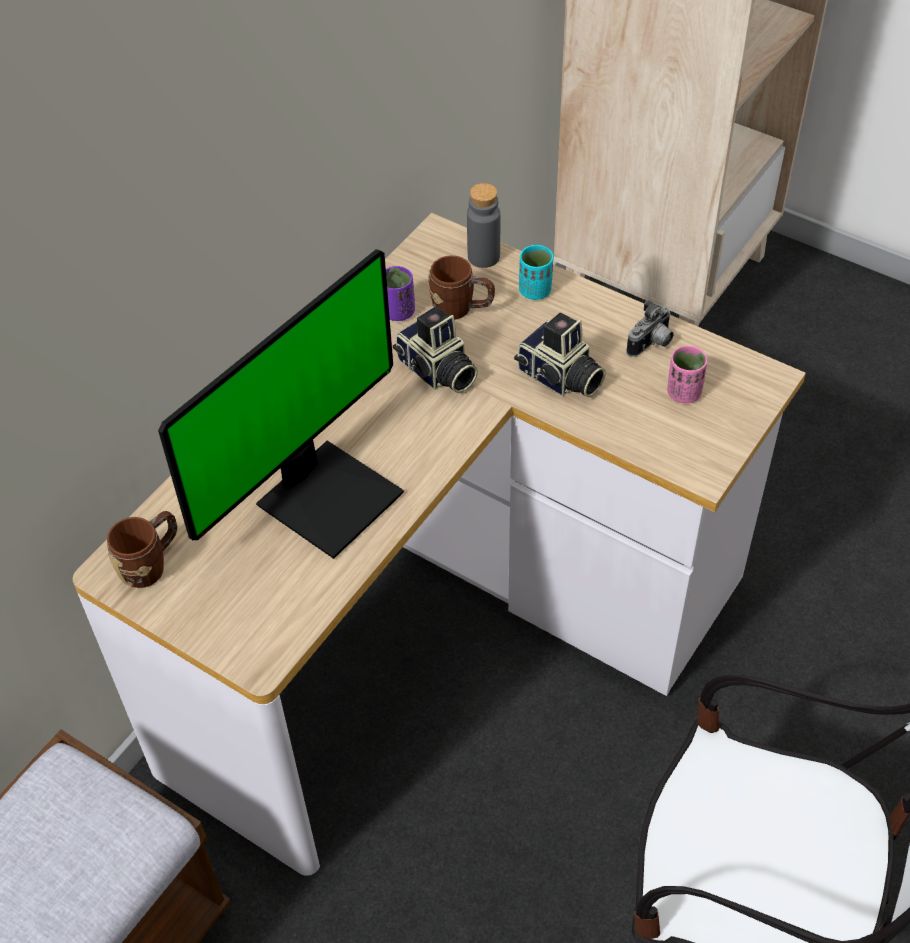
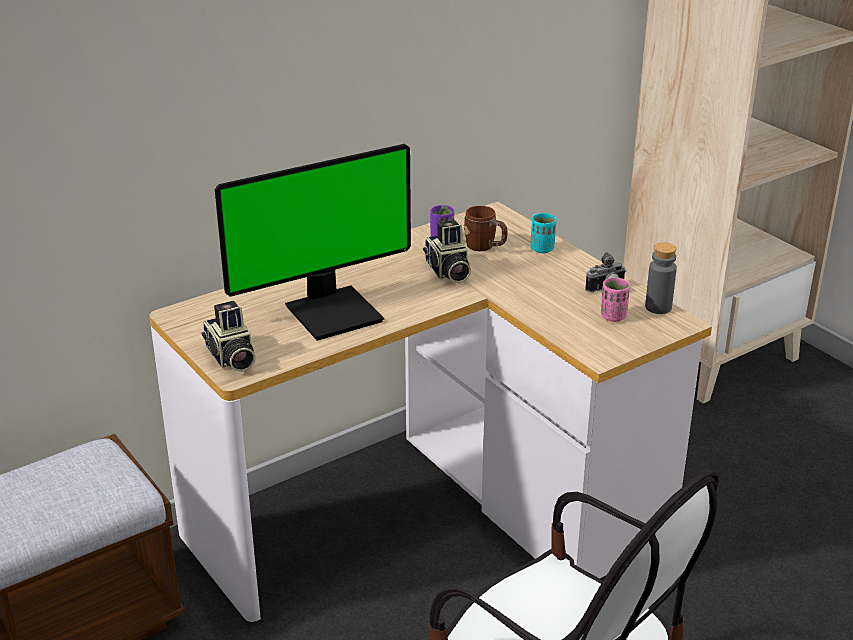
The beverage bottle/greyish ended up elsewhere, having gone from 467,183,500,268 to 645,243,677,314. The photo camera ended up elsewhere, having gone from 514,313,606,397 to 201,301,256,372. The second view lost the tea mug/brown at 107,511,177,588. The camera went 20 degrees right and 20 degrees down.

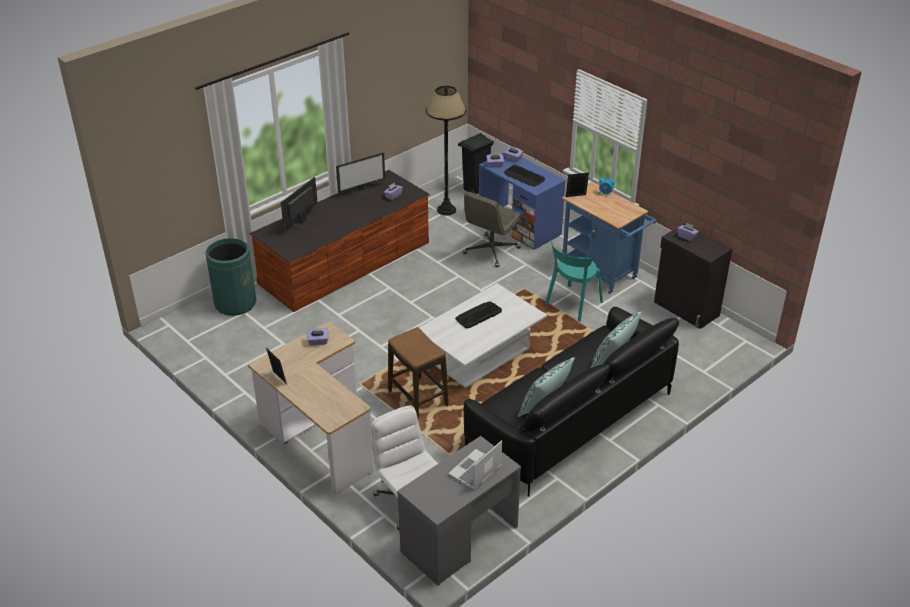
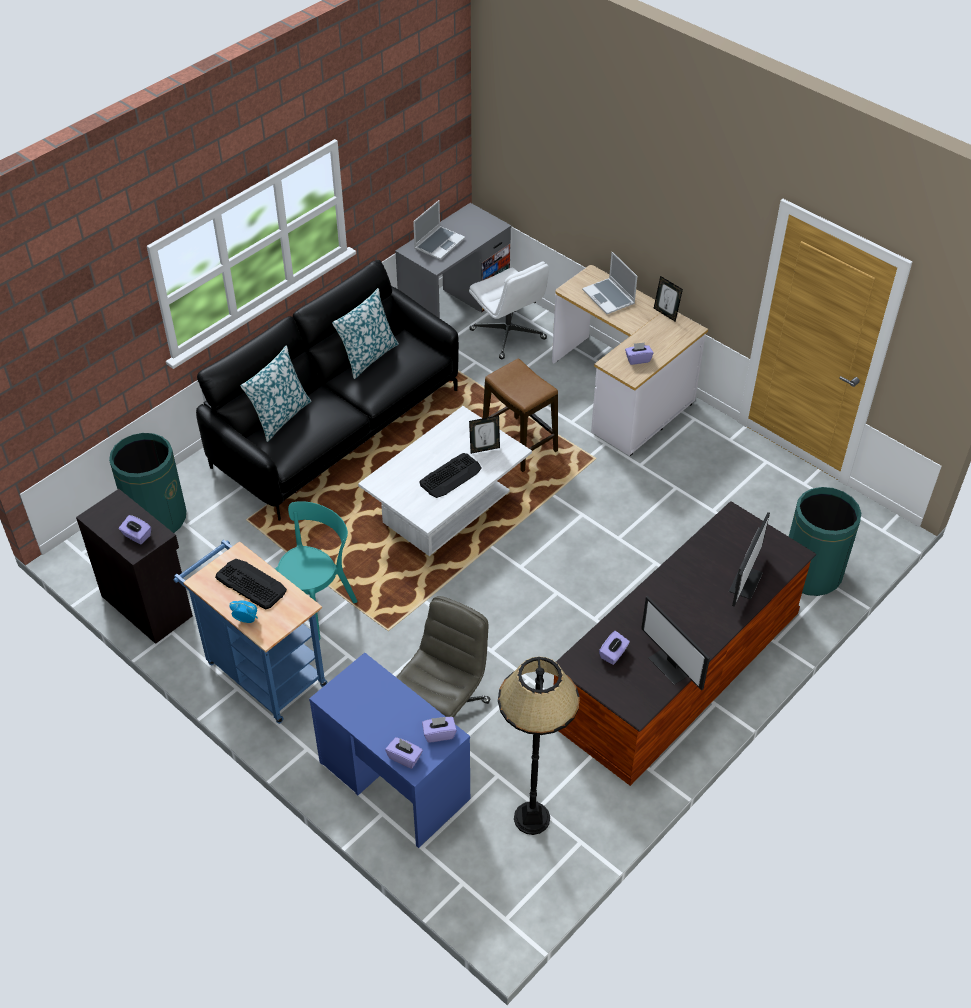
The second view lost the waste bin/blackish at 458,133,494,194. The computer display at 336,152,385,197 ended up facing another way, 90 degrees counterclockwise from before. The PC keyboard ended up elsewhere, having gone from 504,165,545,186 to 215,559,287,610. The picture frame ended up elsewhere, having gone from 566,173,589,197 to 469,415,500,454. The second view gained the laptop at 582,252,637,314. The second view gained the waste bin/green at 109,433,186,533. The camera went 175 degrees right and 10 degrees up.

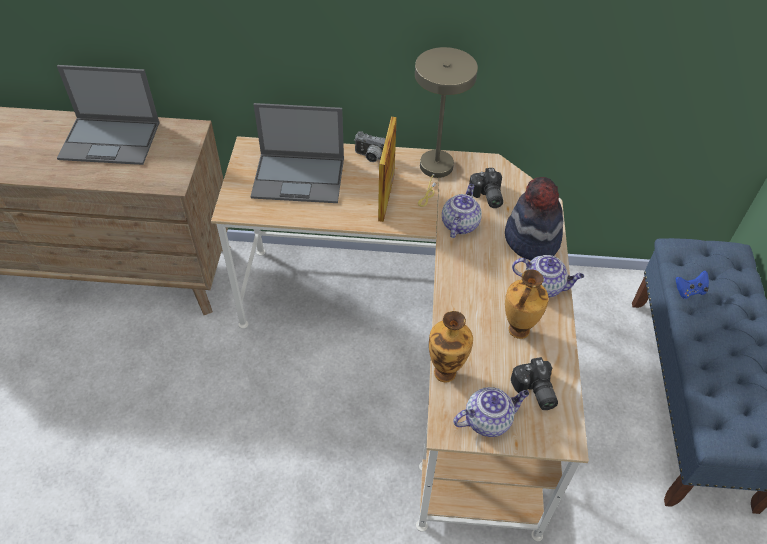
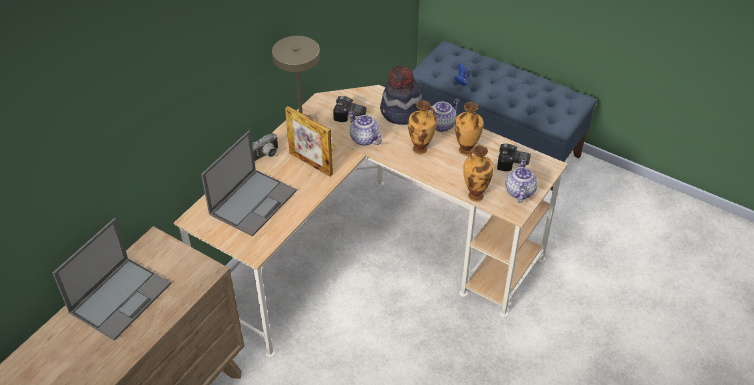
The second view gained the flower vase at 408,100,437,154. The camera went 60 degrees left and 5 degrees down.

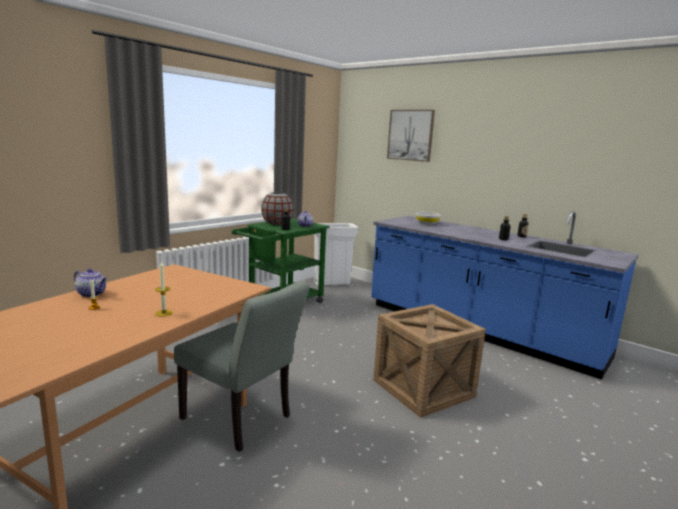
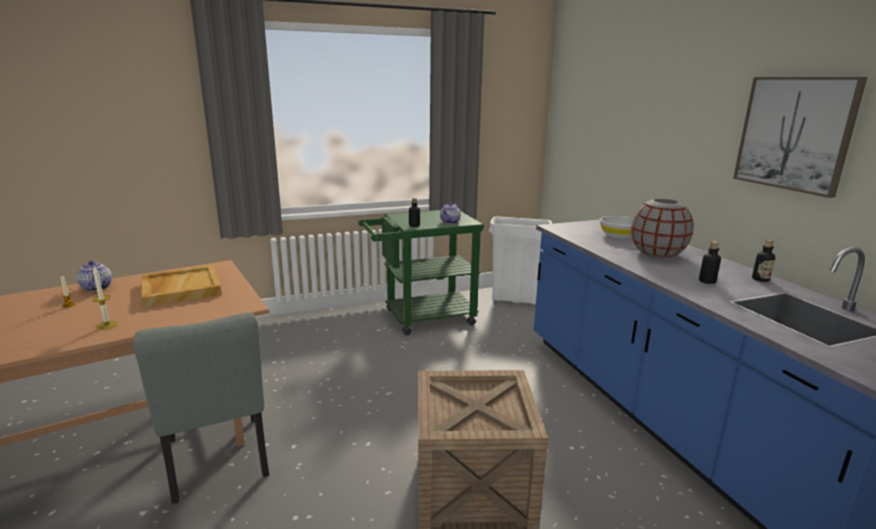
The wall art ended up elsewhere, having gone from 387,110,435,162 to 733,77,867,198. The flower vase/greyish ended up elsewhere, having gone from 261,192,294,225 to 631,199,694,258. The second view gained the carrying tray/sand-coloured at 142,265,222,307. The camera went 30 degrees right and 5 degrees up.

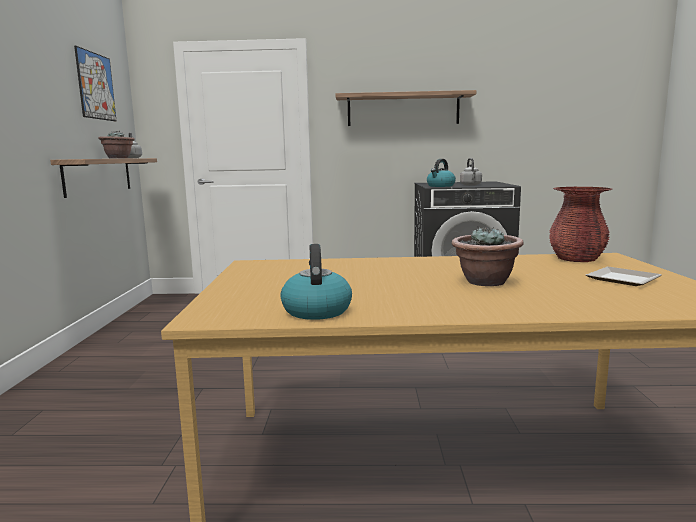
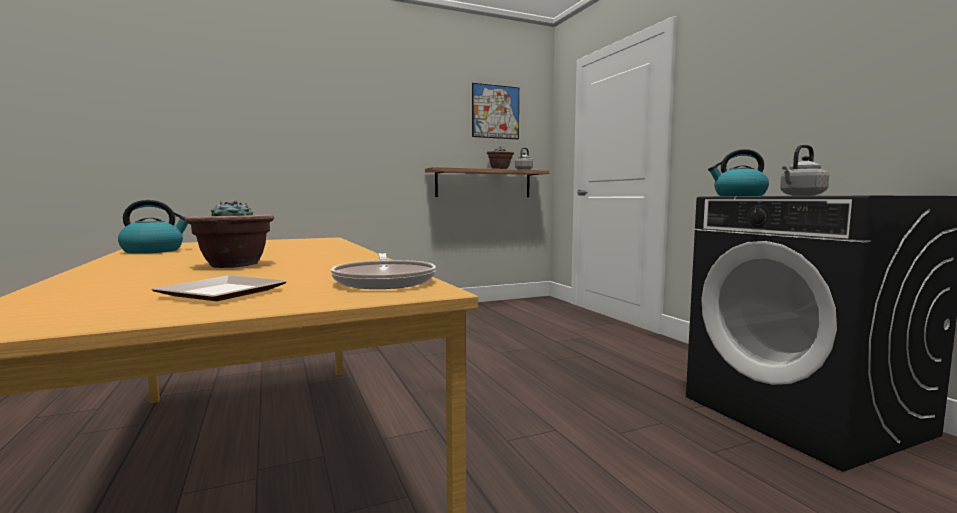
The second view lost the shelf at 335,90,476,126. Where the flower vase/red-coloured stood at 549,187,612,262, the frying pan came to stand at 331,253,436,289. The camera went 65 degrees right and 5 degrees down.

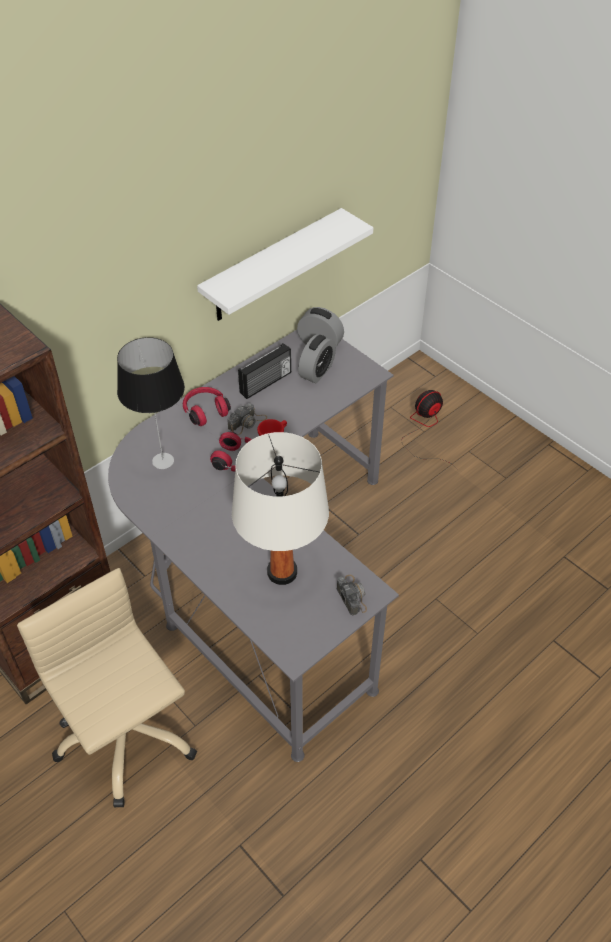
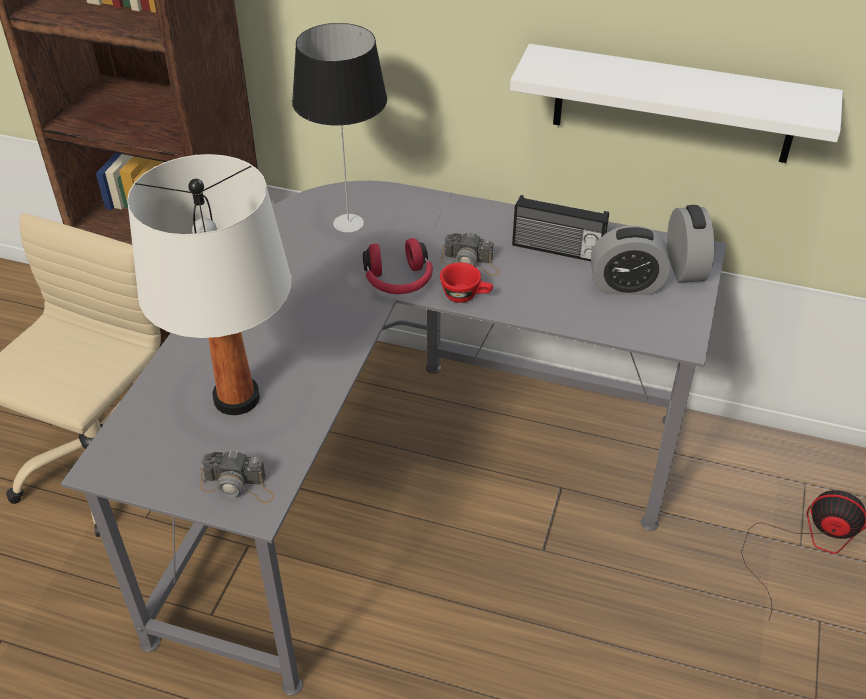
The second view lost the headphones/red-coloured at 183,387,231,426. The photo camera at 337,575,367,615 ended up facing another way, 60 degrees clockwise from before. The camera went 60 degrees right and 5 degrees down.

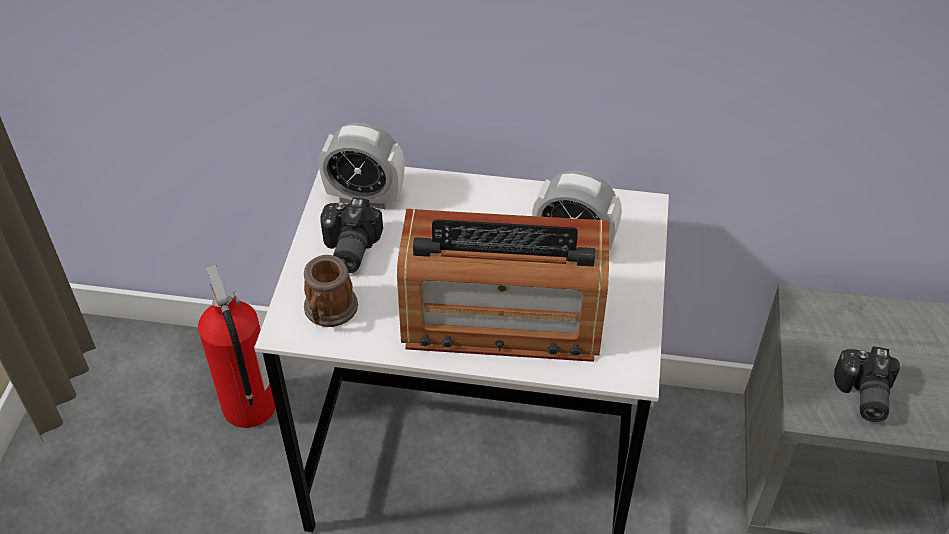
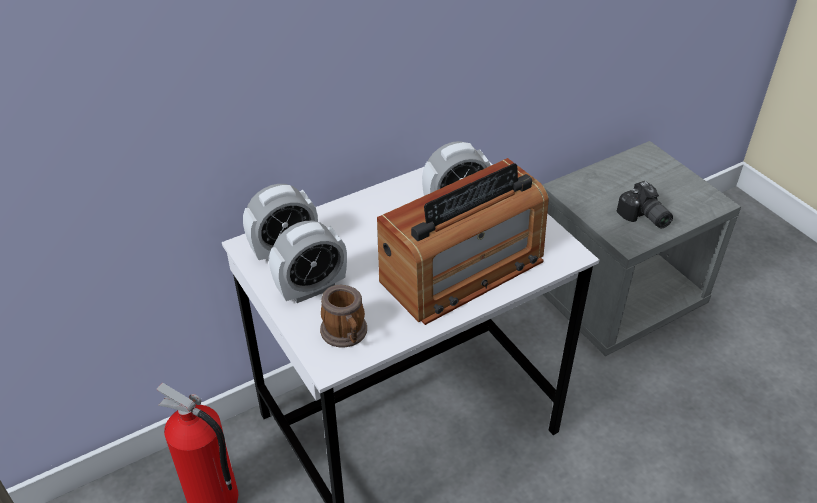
Where the photo camera stood at 320,198,383,273, the table clock came to stand at 269,221,347,303. The camera went 40 degrees left and 5 degrees down.

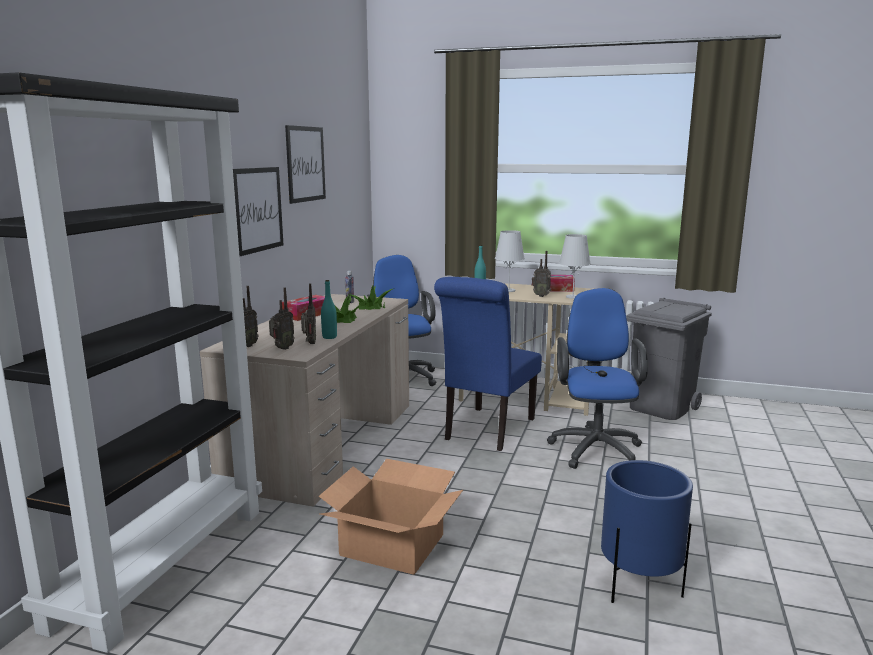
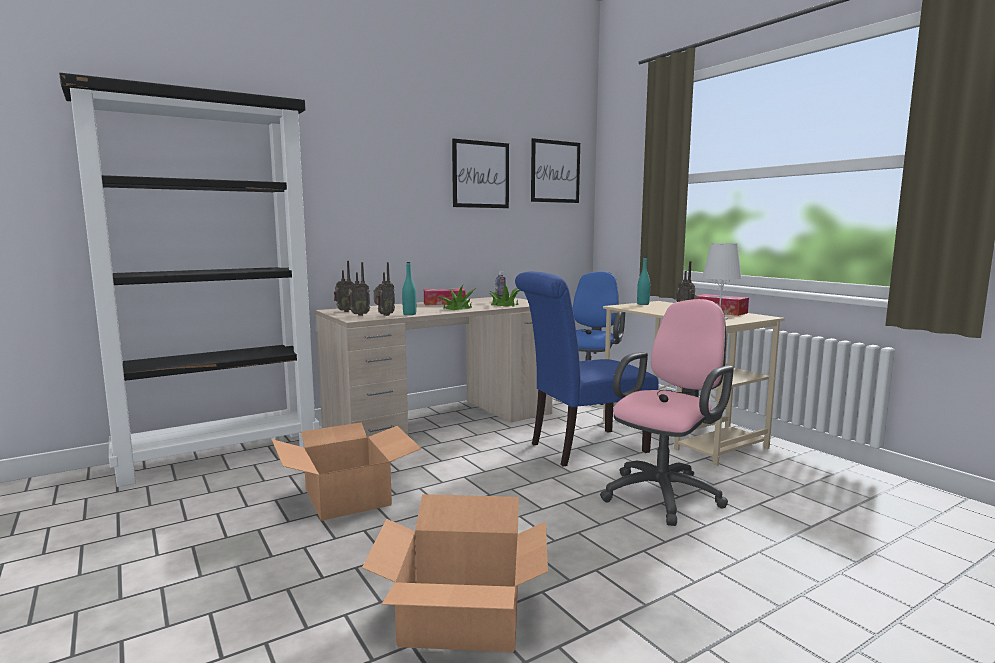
The wall art ended up elsewhere, having gone from 233,167,283,256 to 531,138,580,203. The second view lost the tabletop lamp/whitish at 495,230,525,292. What was the desk chair/blue at 547,288,648,469 turned into the desk chair/pinkish at 600,299,734,526. The second view lost the waste bin/greyish at 626,298,712,420. Where the plant pot/blue stood at 601,460,693,603, the carton came to stand at 362,494,548,652. The camera went 40 degrees right and 5 degrees down.

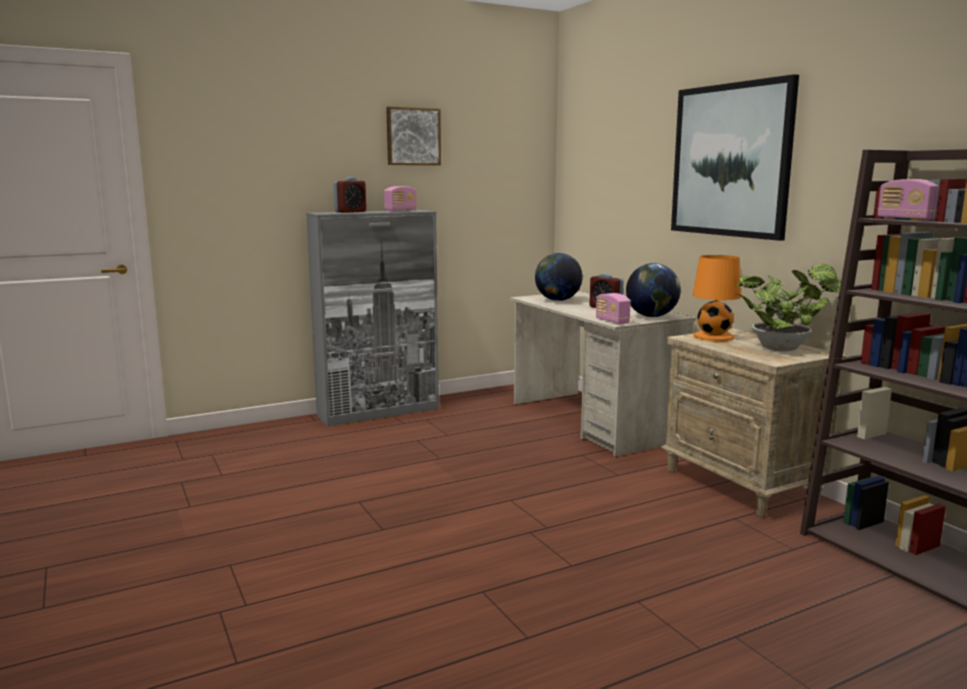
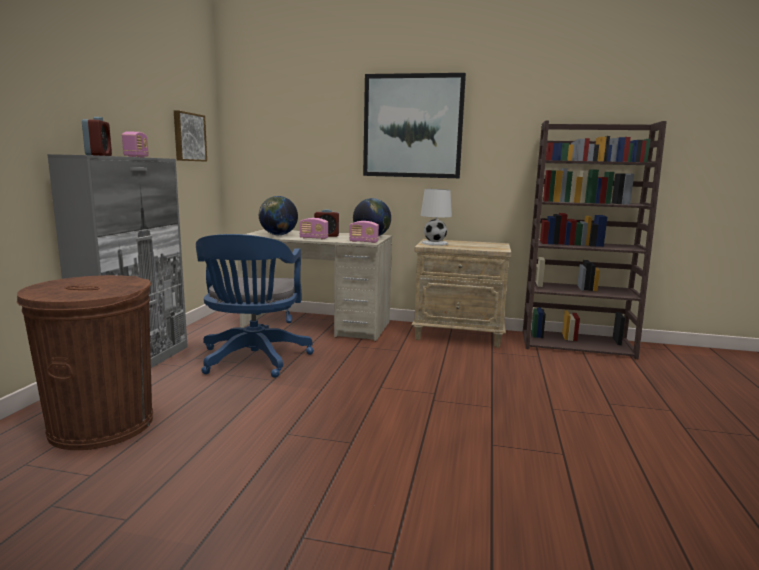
The wall art ended up elsewhere, having gone from 386,107,441,165 to 174,110,207,162. The radio receiver ended up elsewhere, having gone from 877,179,938,221 to 300,218,328,239. What was the tabletop lamp/orange at 693,255,741,341 turned into the tabletop lamp/whitish at 421,189,452,246. The second view lost the potted plant at 736,264,841,352. The second view gained the desk chair/blue at 196,234,314,378. The second view gained the waste bin/brown at 17,275,153,450. The camera went 50 degrees left and 0 degrees up.

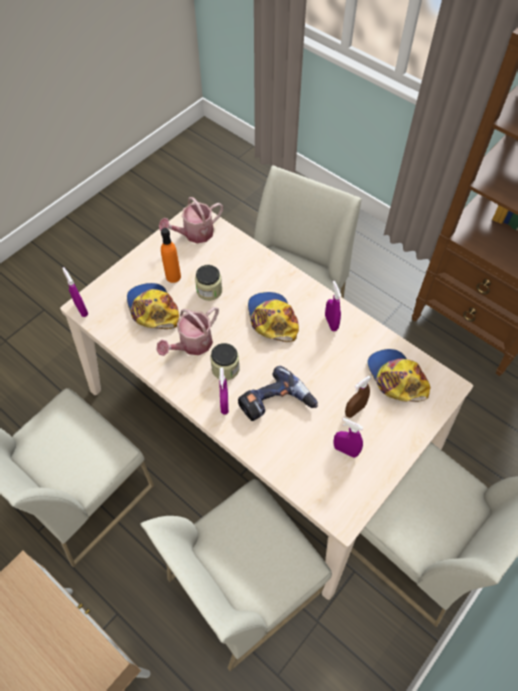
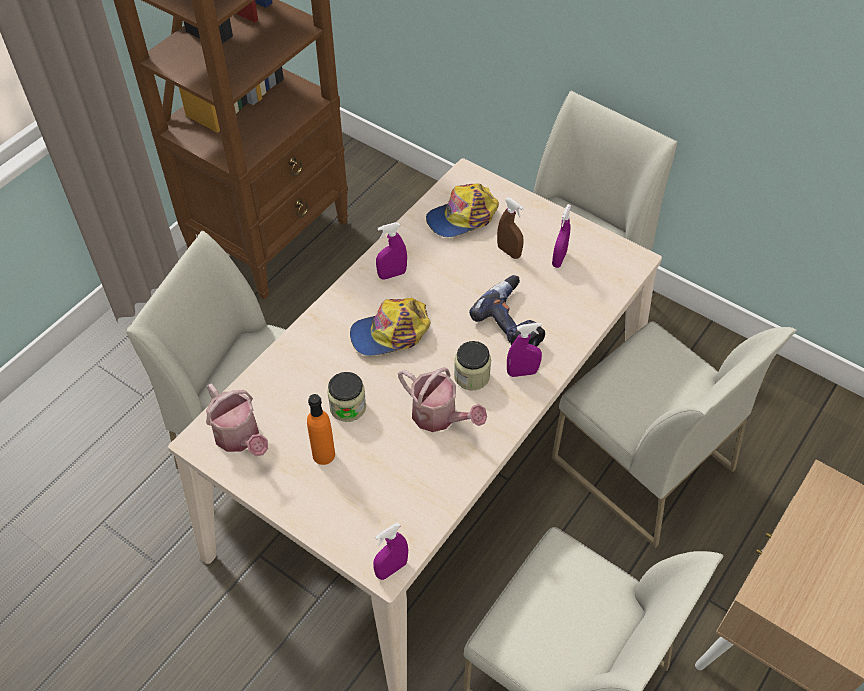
The second view lost the peaked cap at 127,283,179,329. The camera went 95 degrees left and 5 degrees down.

